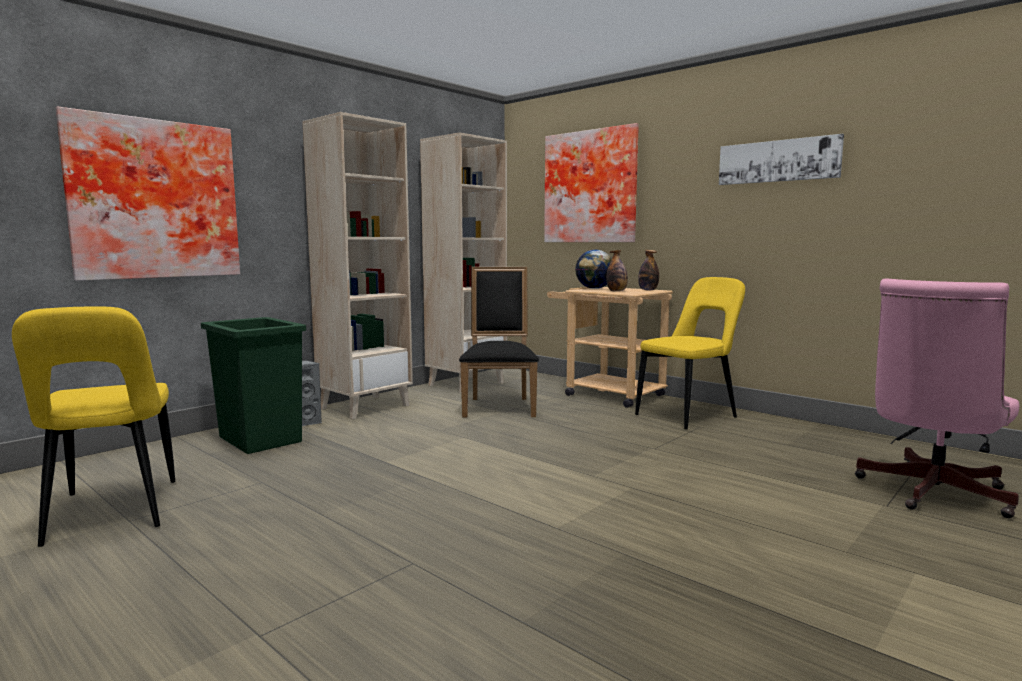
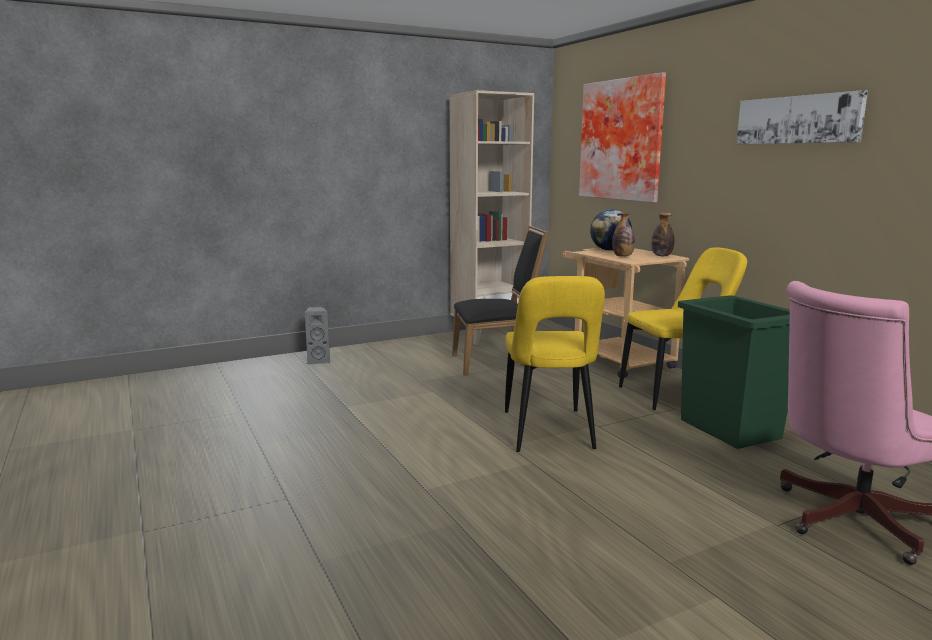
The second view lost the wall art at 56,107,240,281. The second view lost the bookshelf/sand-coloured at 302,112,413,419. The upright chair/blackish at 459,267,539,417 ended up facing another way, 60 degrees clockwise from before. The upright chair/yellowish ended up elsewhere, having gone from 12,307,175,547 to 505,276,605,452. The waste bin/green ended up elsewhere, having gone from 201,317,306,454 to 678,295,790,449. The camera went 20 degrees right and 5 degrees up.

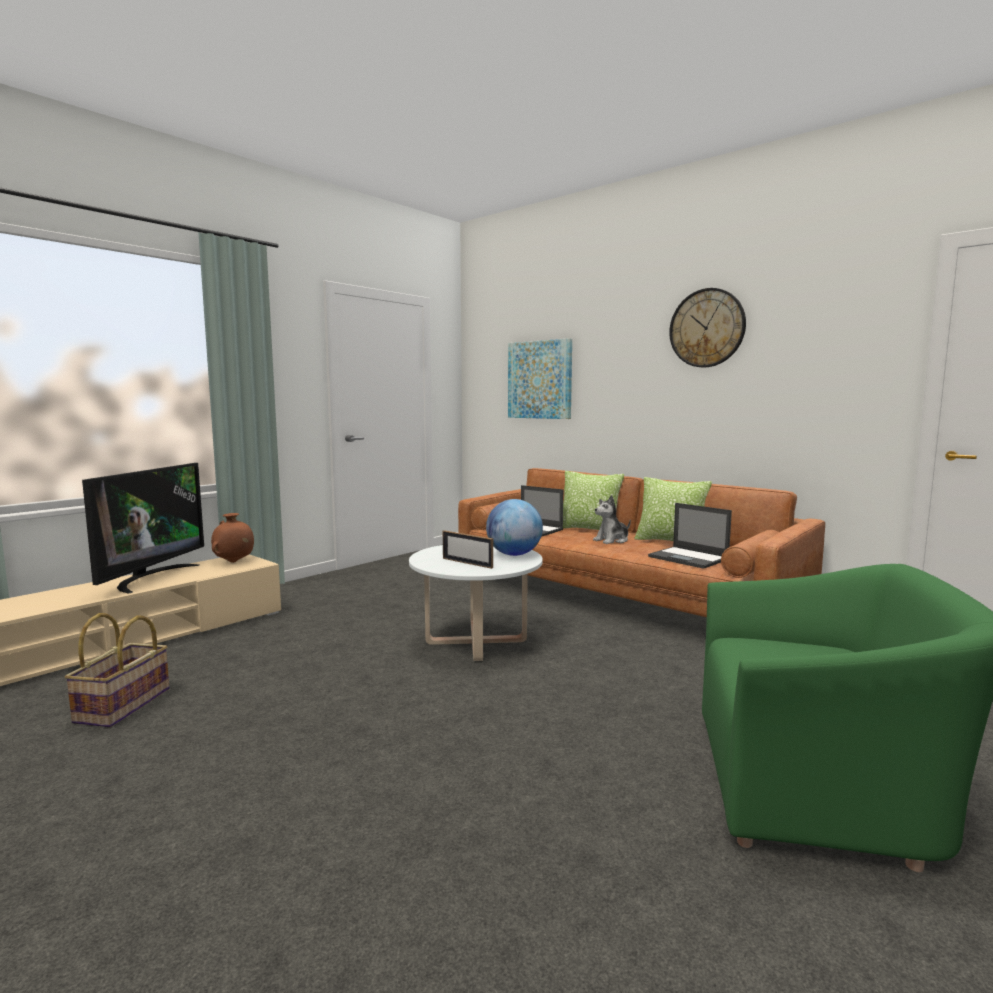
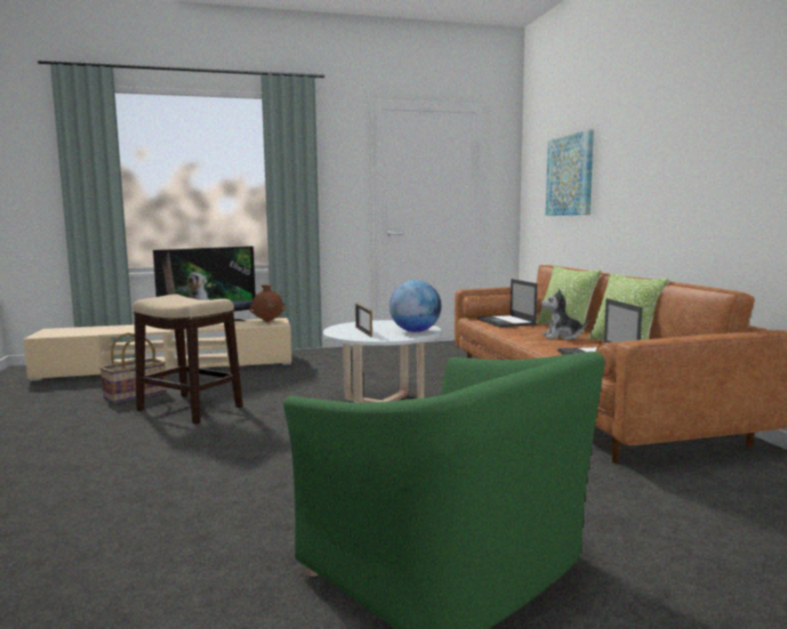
The second view lost the hanging clock at 669,288,746,367. The second view gained the stool at 133,294,243,424. The camera went 35 degrees right and 0 degrees up.

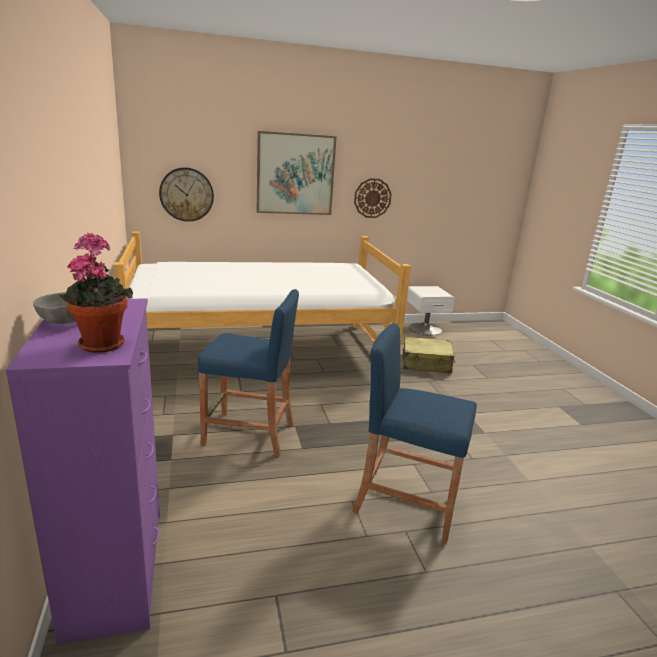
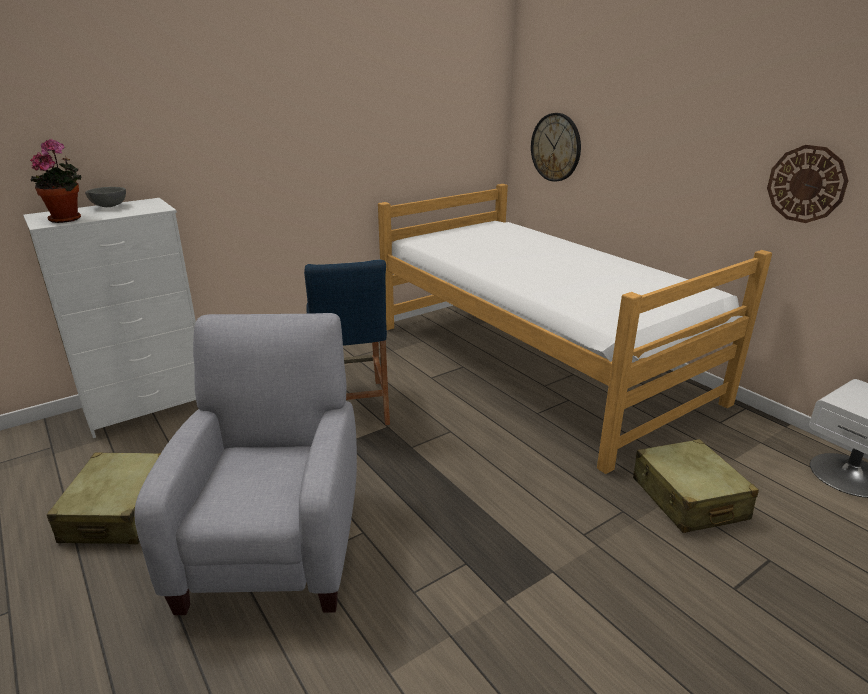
The second view lost the wall art at 257,131,337,215. What was the dresser/purplish at 6,299,160,644 turned into the dresser/whitish at 23,198,196,438. Where the stool/blue stood at 352,323,477,542, the armchair/greyish came to stand at 134,313,357,615. The second view gained the piece of luggage/sand-coloured at 47,452,161,544. The camera went 70 degrees right and 5 degrees up.

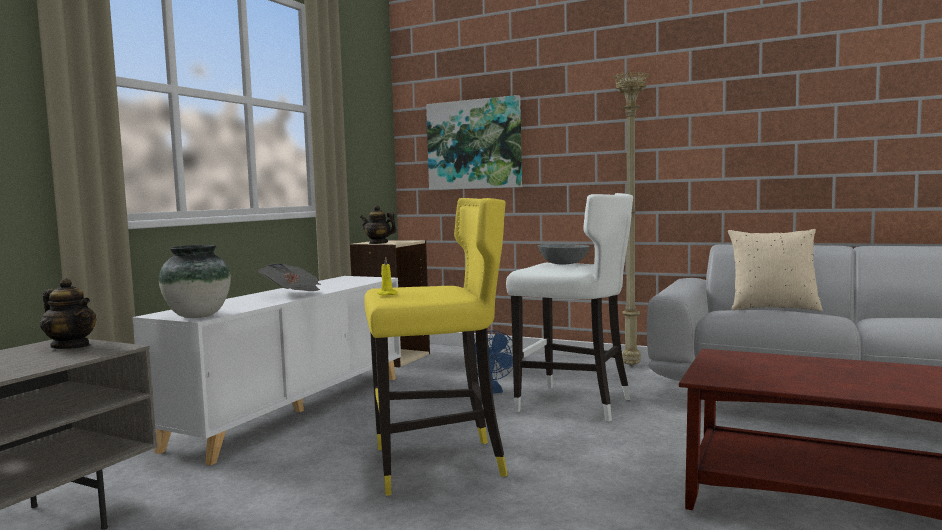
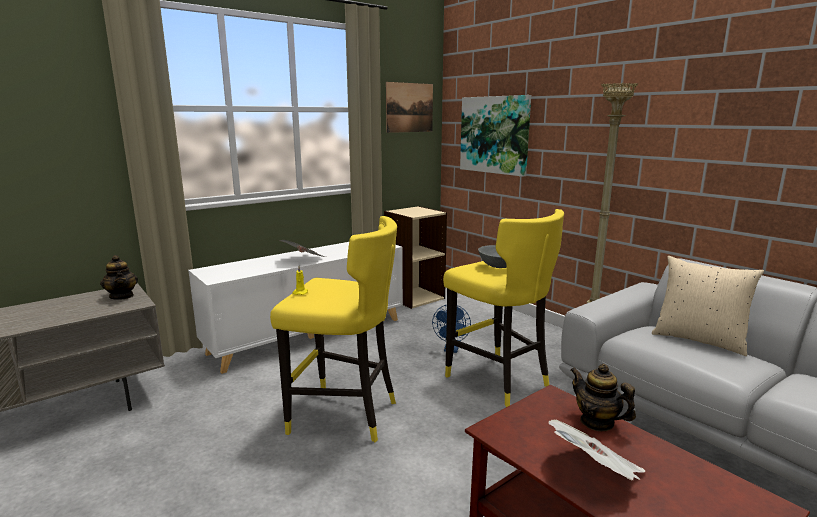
What was the stool/whitish at 506,193,633,421 turned into the stool/yellowish at 443,209,564,407. The tea pot ended up elsewhere, having gone from 360,205,397,244 to 571,364,636,431. The second view lost the flower vase at 159,245,231,318. The second view gained the wall art at 386,82,433,133. The second view gained the newspaper at 548,419,646,481. The camera went 25 degrees right and 10 degrees up.

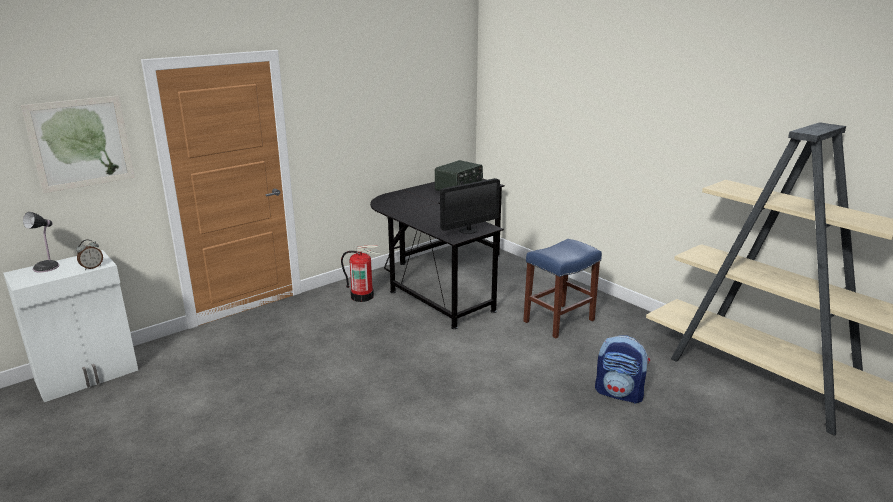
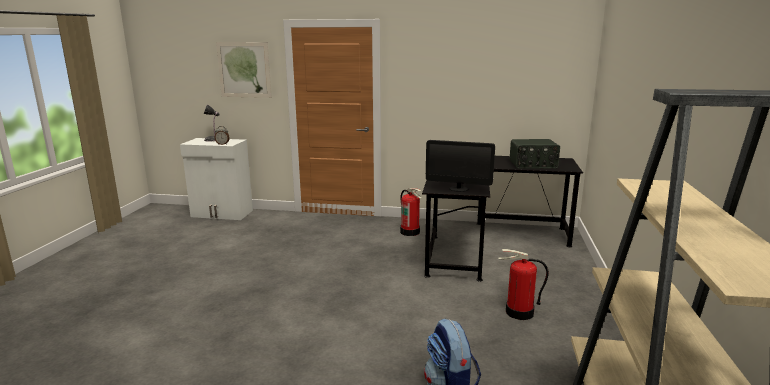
Where the stool/blue stood at 523,239,602,338, the extinguisher came to stand at 498,249,549,320. The camera went 50 degrees right and 5 degrees down.

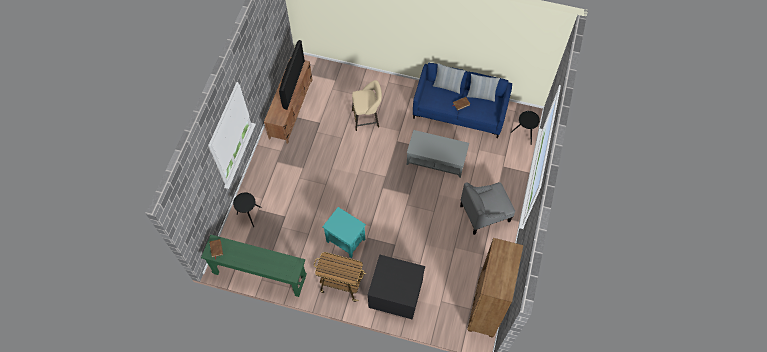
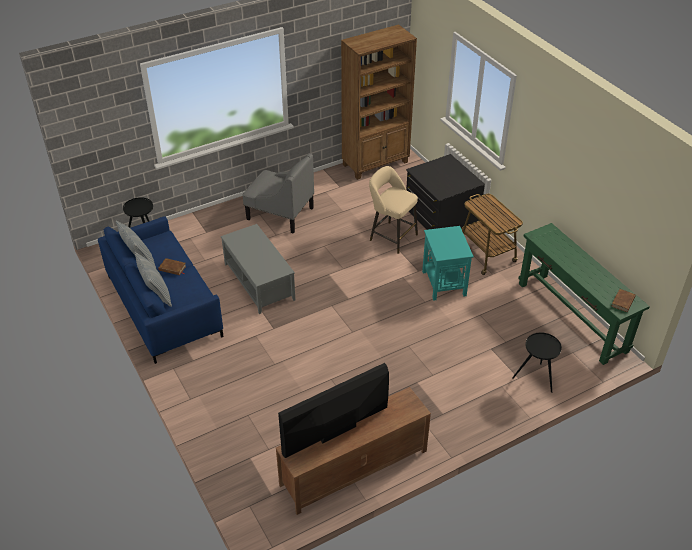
The stool/sand-coloured ended up elsewhere, having gone from 352,80,382,131 to 369,166,418,254. The camera went 135 degrees left and 20 degrees down.

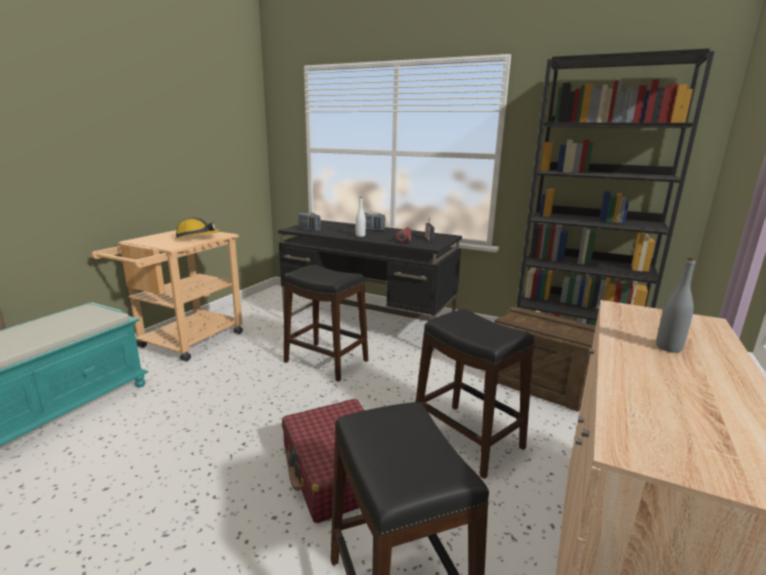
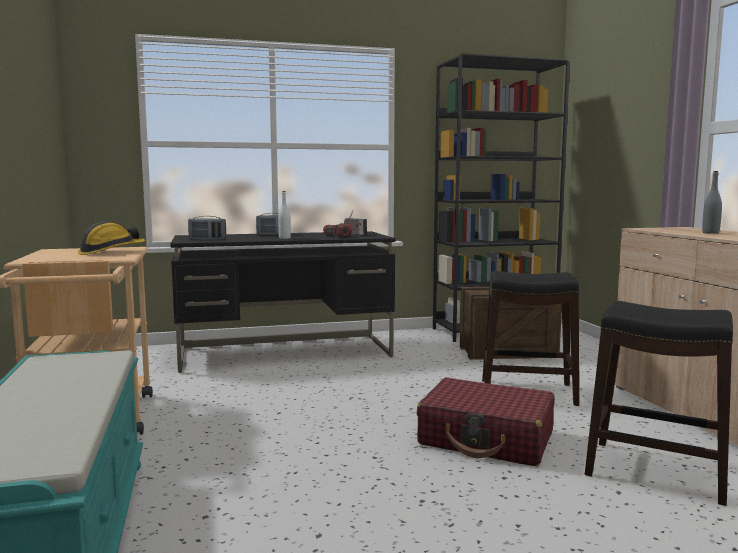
The second view lost the stool/blackish at 284,265,368,382. The camera went 40 degrees left and 10 degrees down.

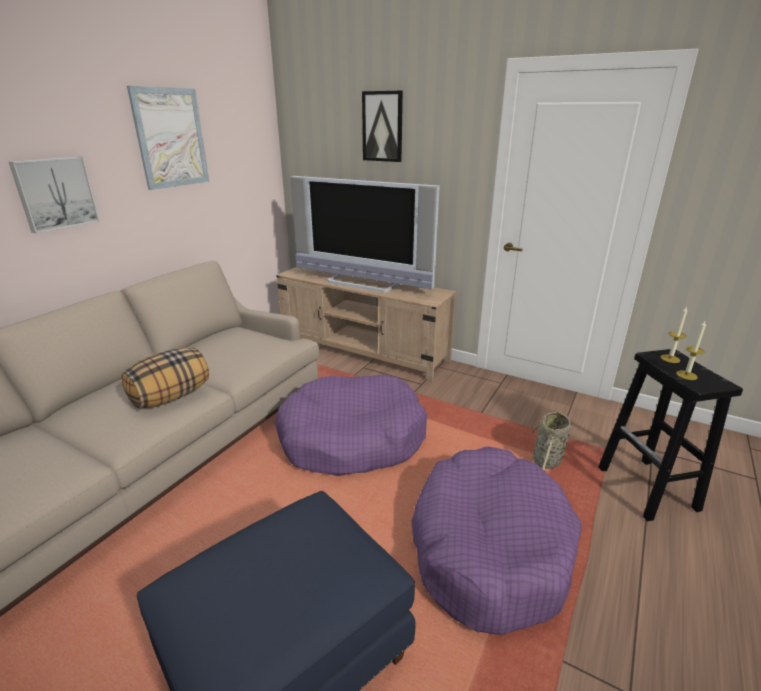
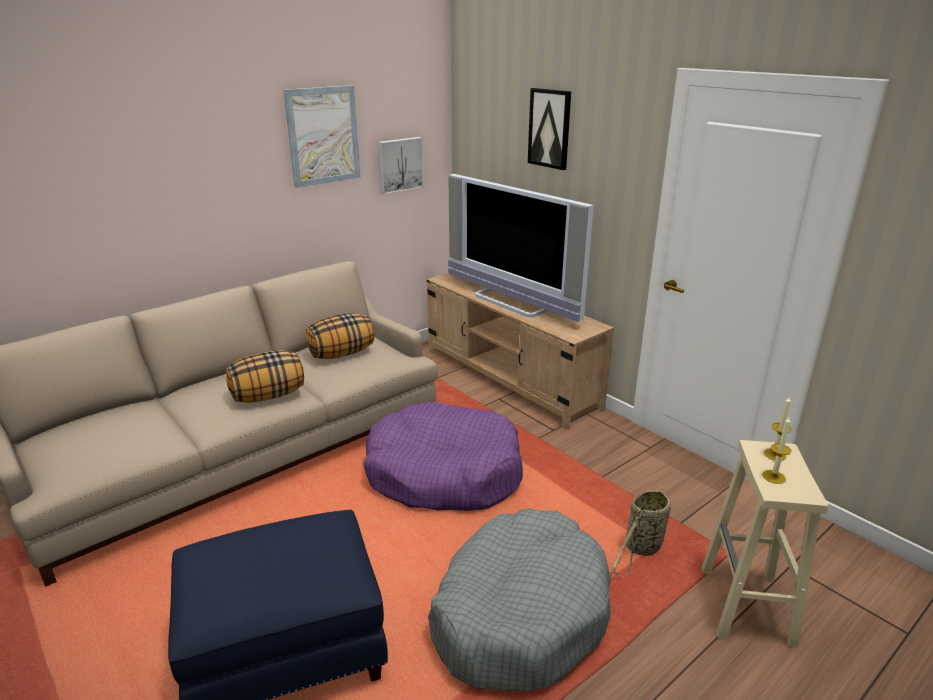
The wall art ended up elsewhere, having gone from 9,156,100,233 to 377,137,424,195. What was the stool/blackish at 598,349,743,521 turned into the stool/sand-coloured at 702,440,828,648. What was the dog cushion/purplish at 411,446,582,635 turned into the dog cushion/greyish at 428,508,611,691. The second view gained the pillow at 306,313,374,359. The camera went 20 degrees right and 0 degrees up.

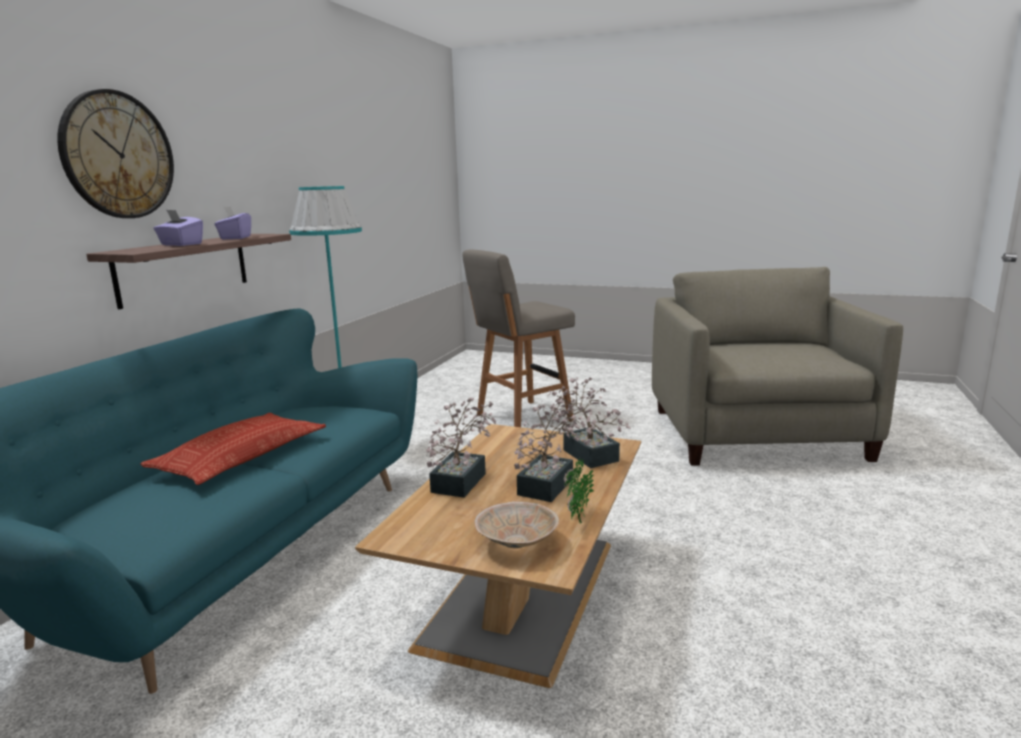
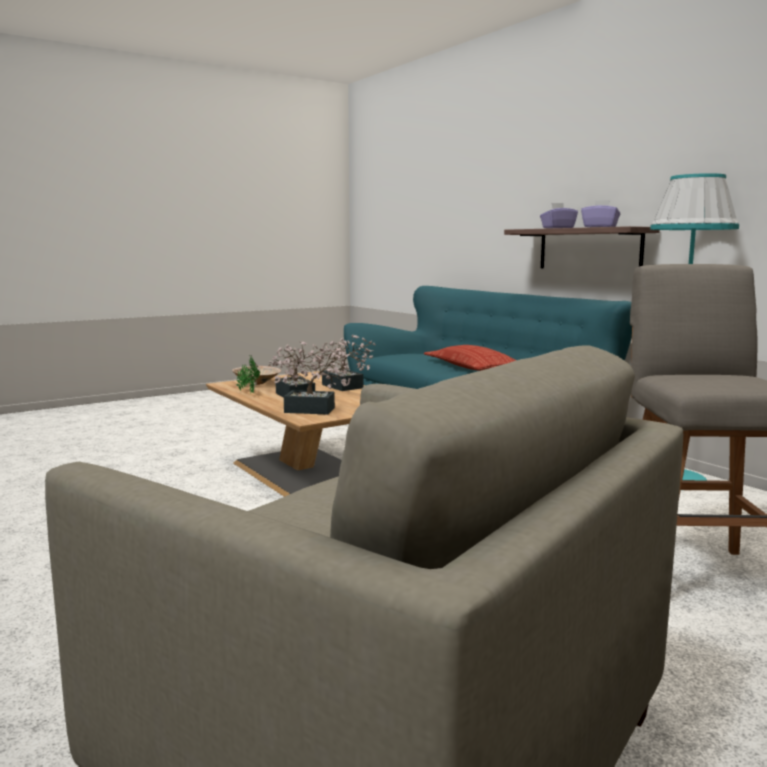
The second view lost the hanging clock at 57,89,174,218. The camera went 125 degrees right and 5 degrees down.

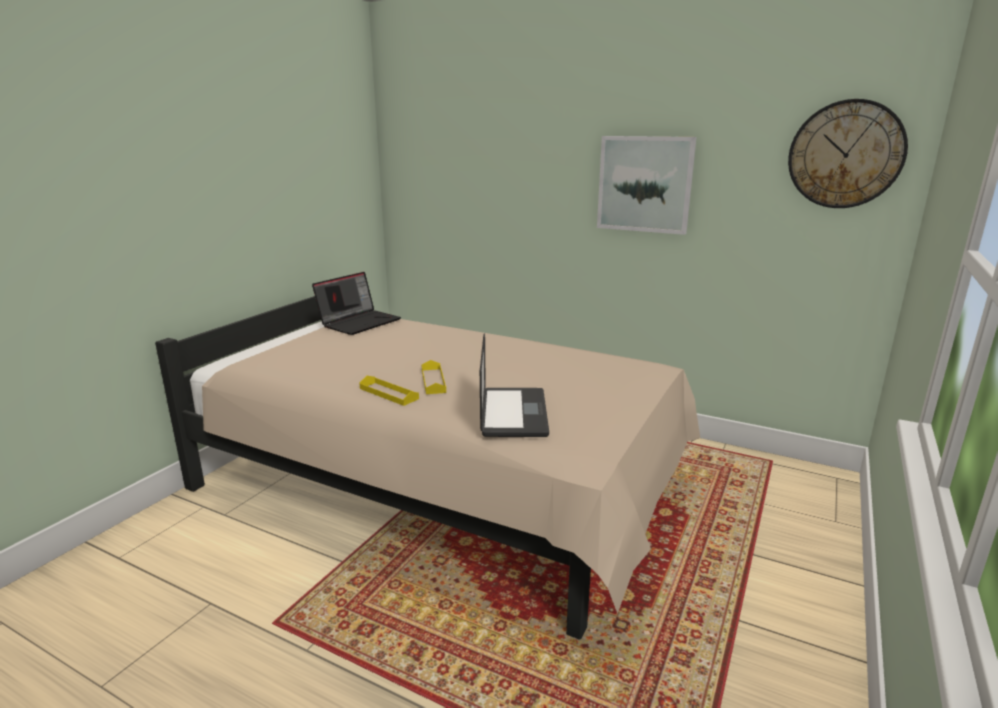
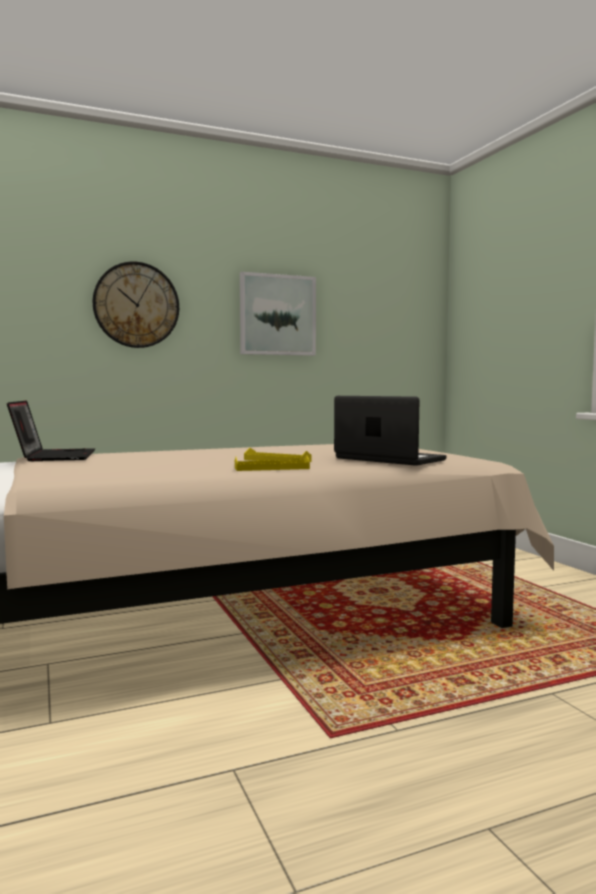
The hanging clock ended up elsewhere, having gone from 788,99,908,208 to 93,262,179,348. The camera went 50 degrees left and 15 degrees down.

